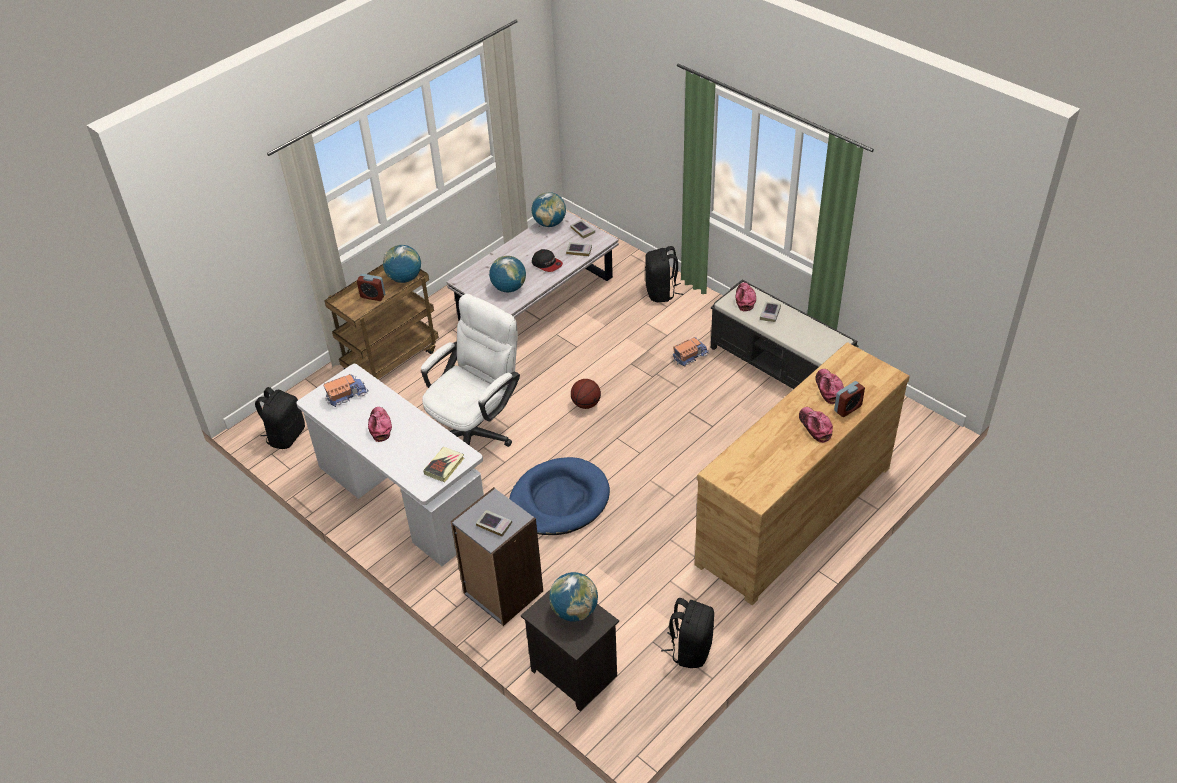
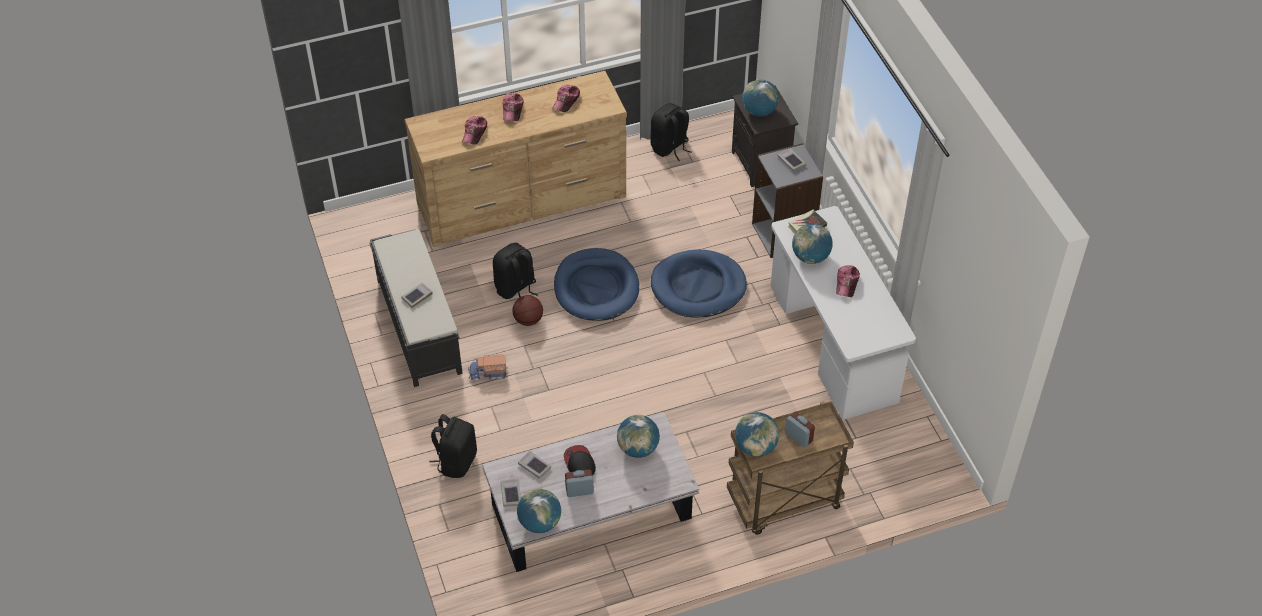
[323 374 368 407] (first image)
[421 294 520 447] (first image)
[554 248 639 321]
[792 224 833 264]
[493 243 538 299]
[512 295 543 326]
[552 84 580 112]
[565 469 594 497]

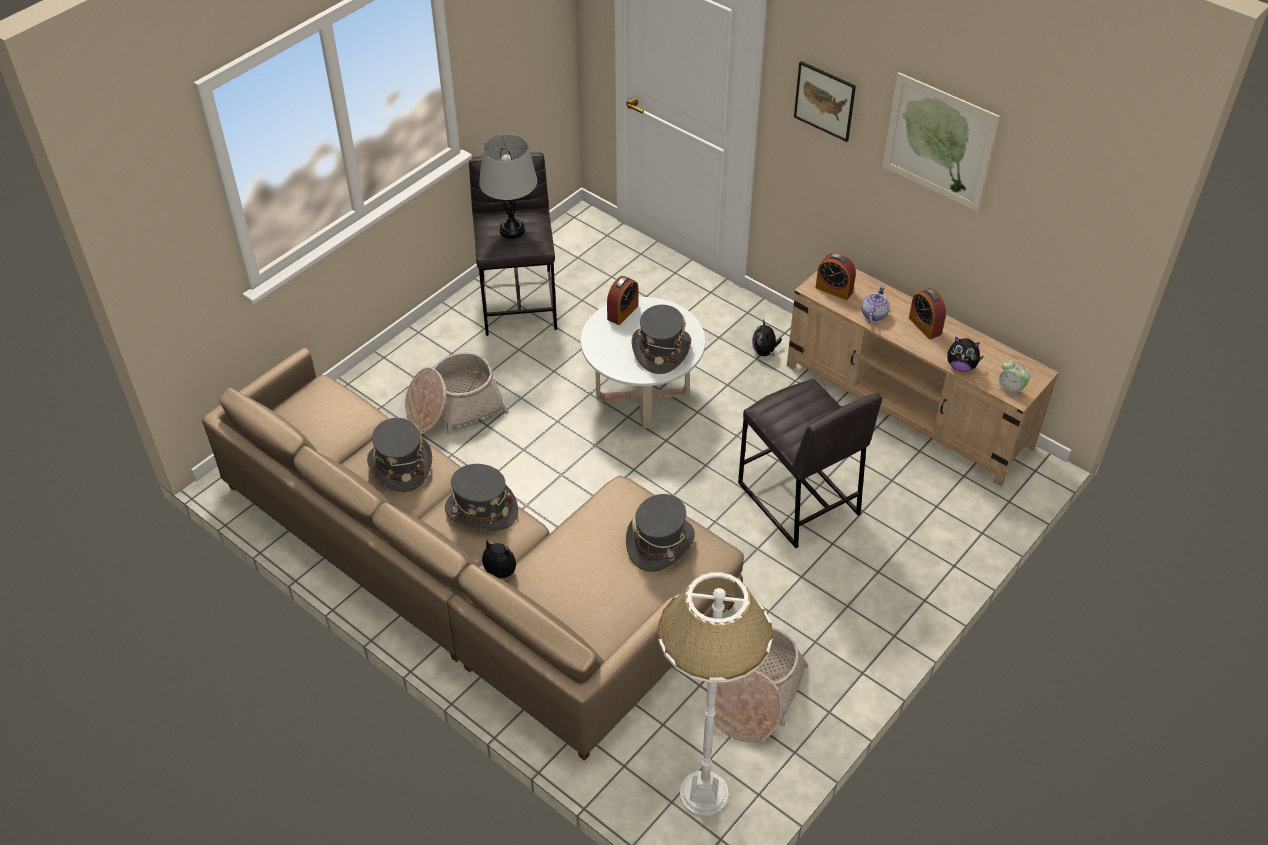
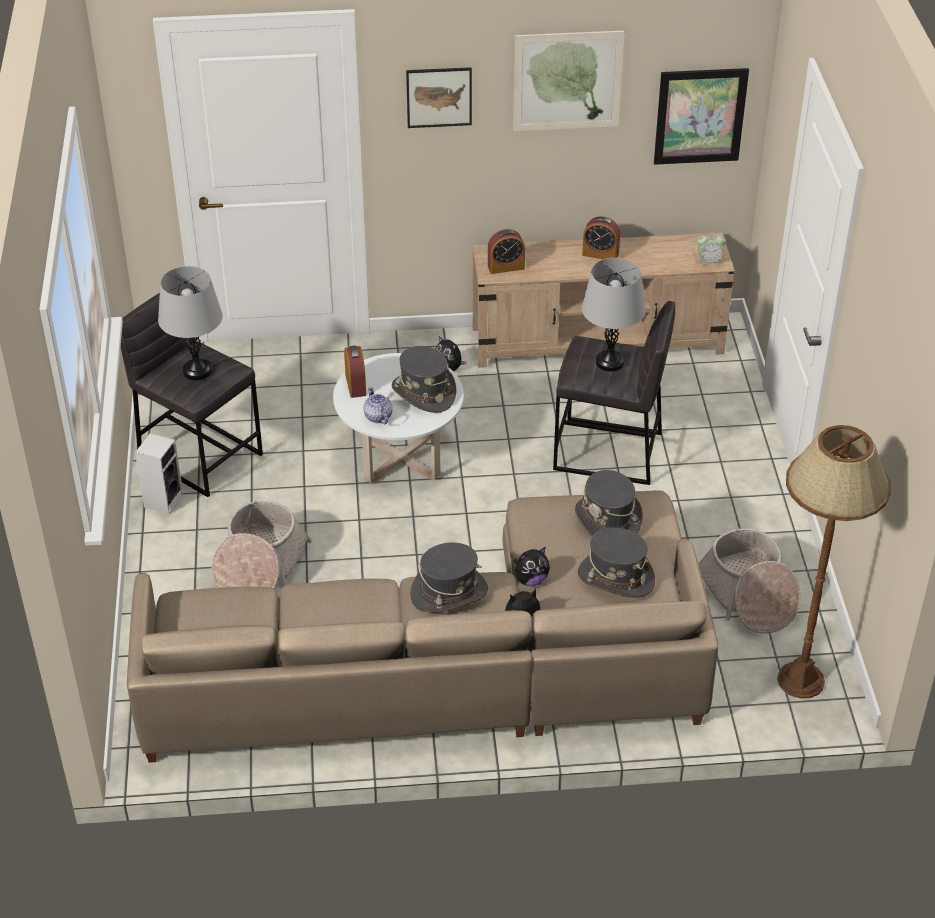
[135 433 183 514]
[582 258 646 371]
[654 68 749 165]
[578 528 655 598]
[364 387 393 424]
[513 547 550 586]
[777 425 891 699]

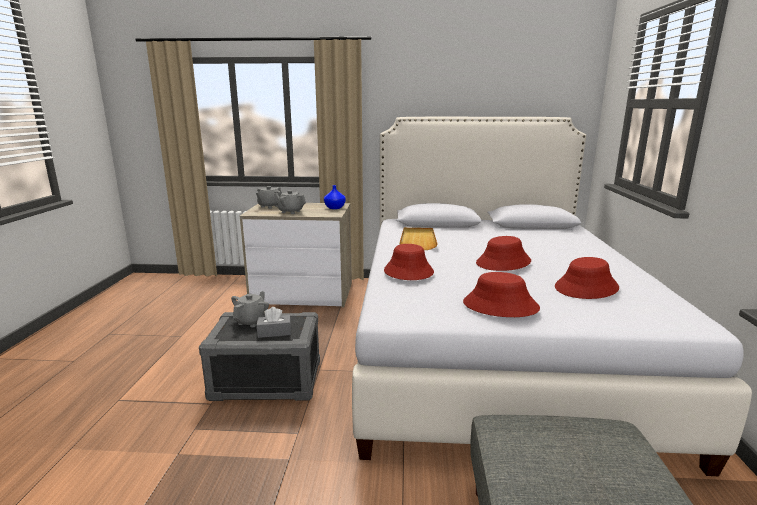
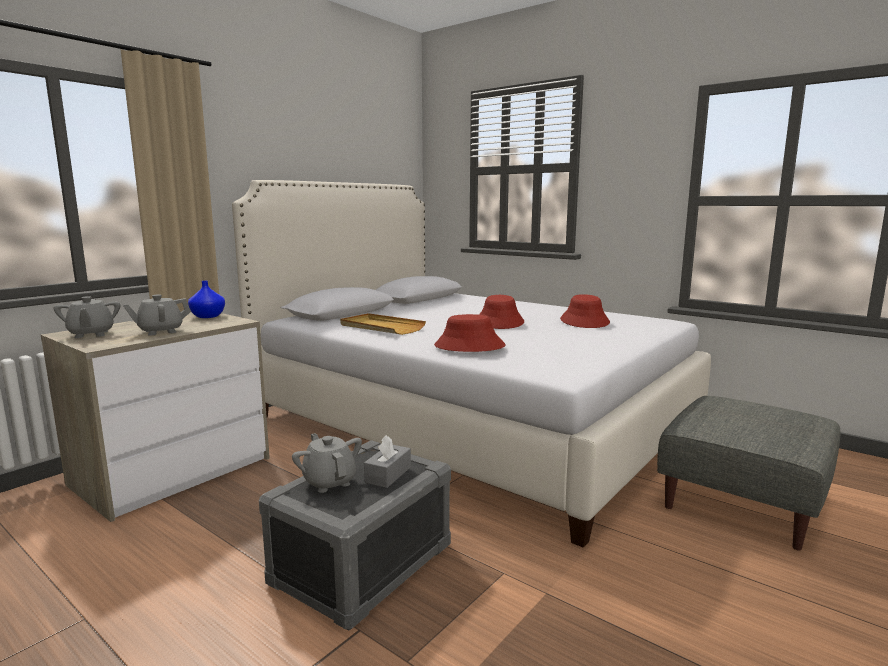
[463 272 540 317] (first image)

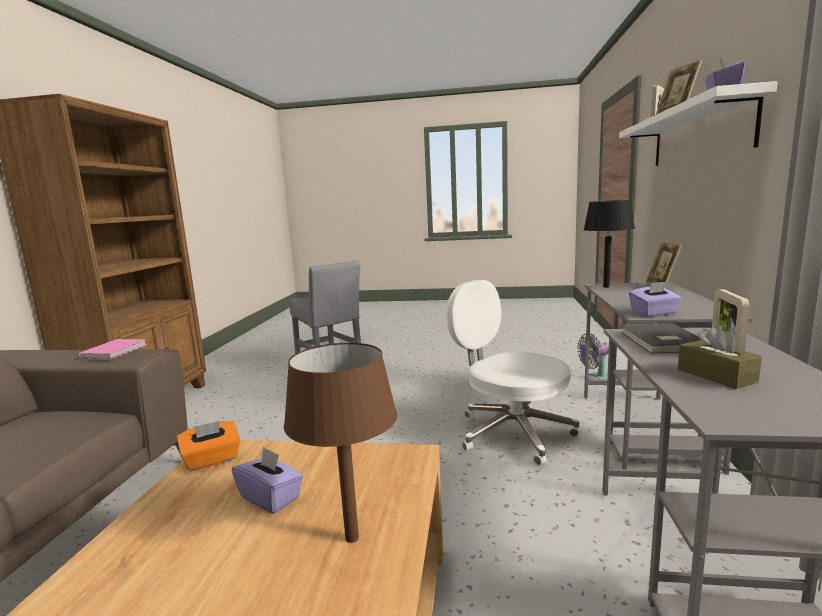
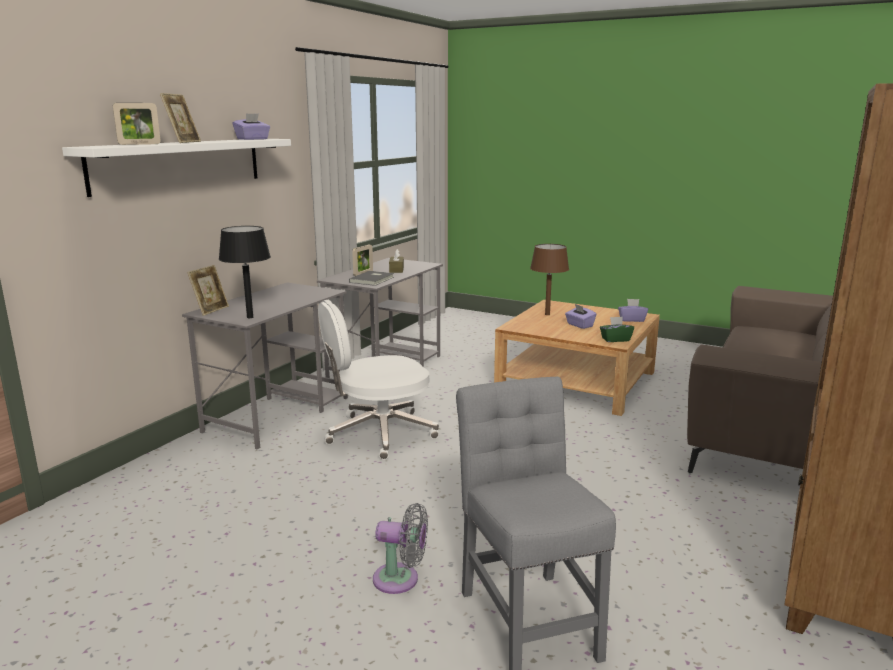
[79 339 147 360] (first image)
[373 503 428 594]
[618 299 648 322]
[600 317 634 342]
[318 300 439 459]

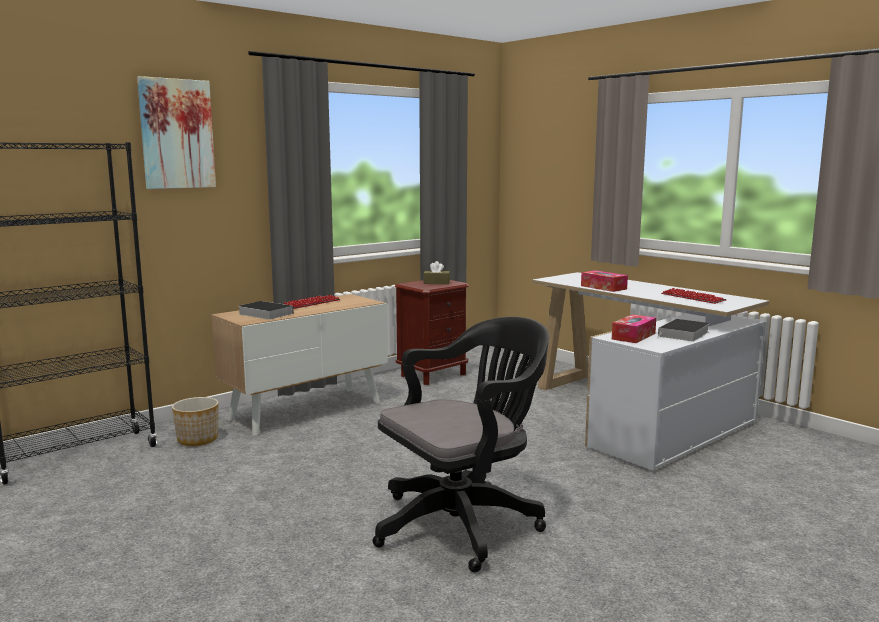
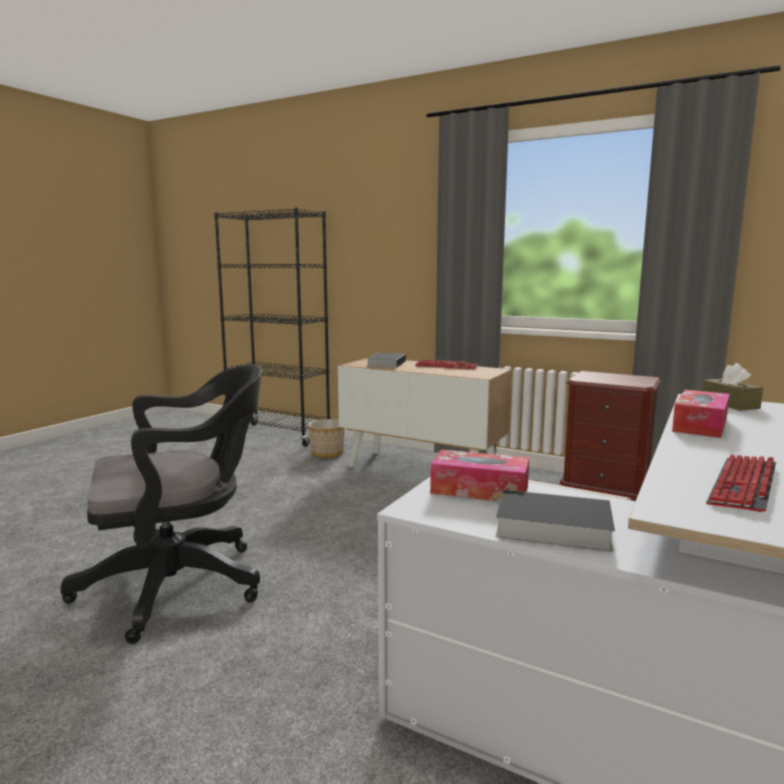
[137 76 216 189] (first image)
[702 363 763 411]
[61 364 262 644]

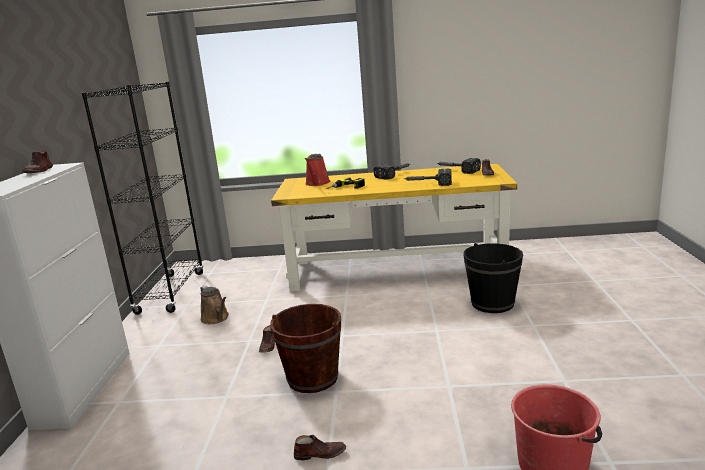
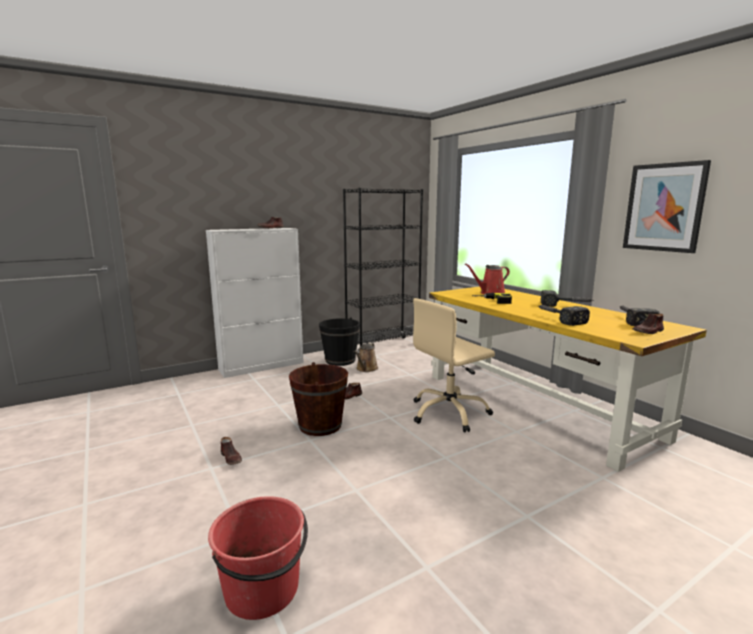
[413 298 495 432]
[623 160 711 253]
[319 317 360 366]

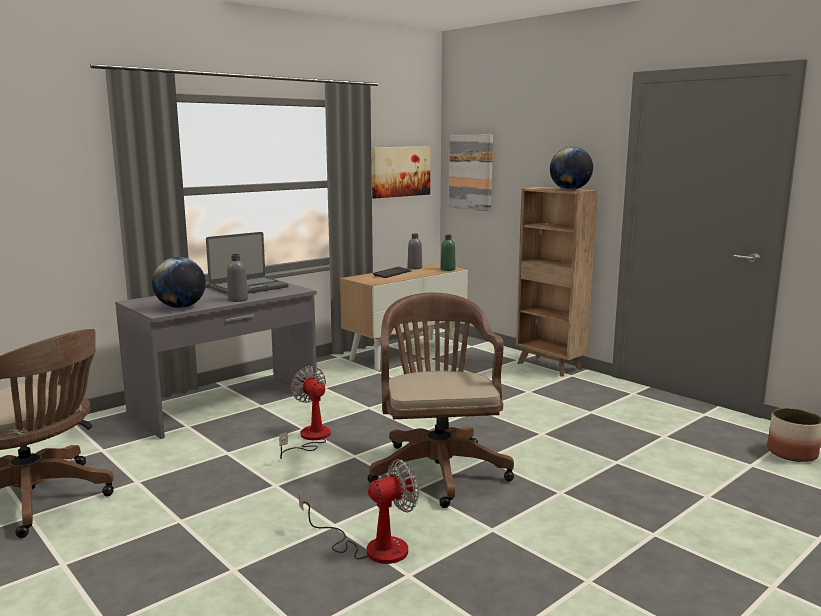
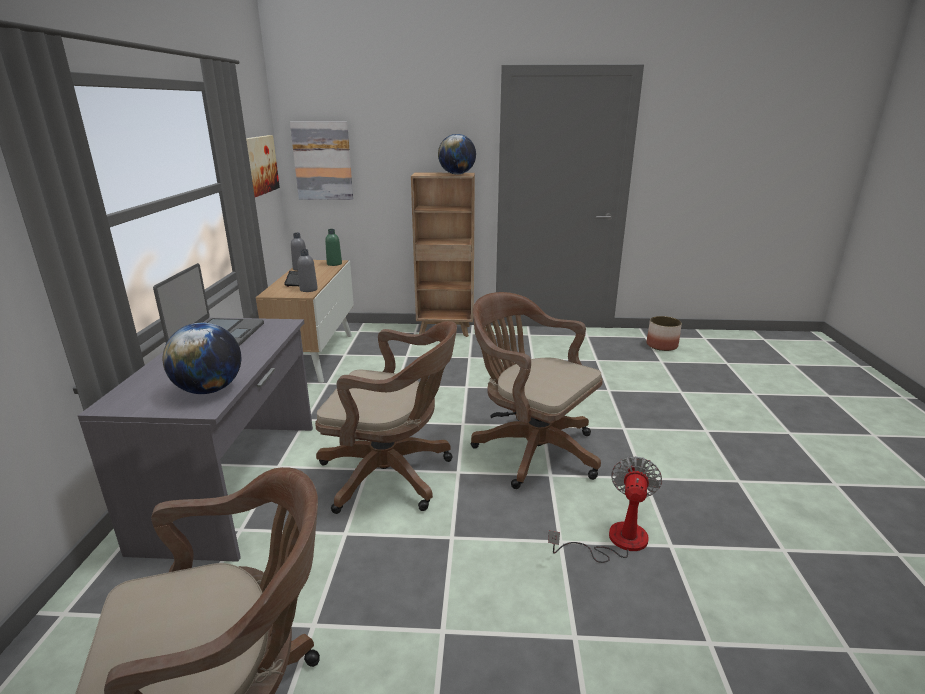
[298 249 318 292]
[315 321 457 514]

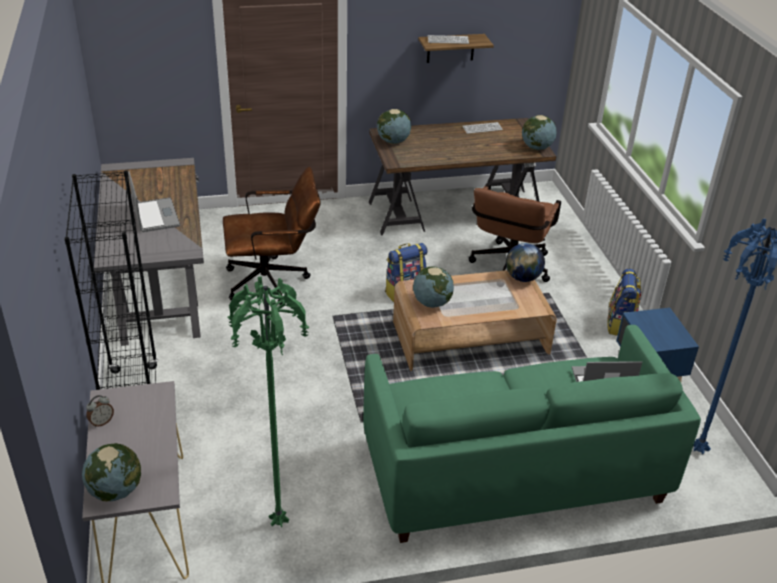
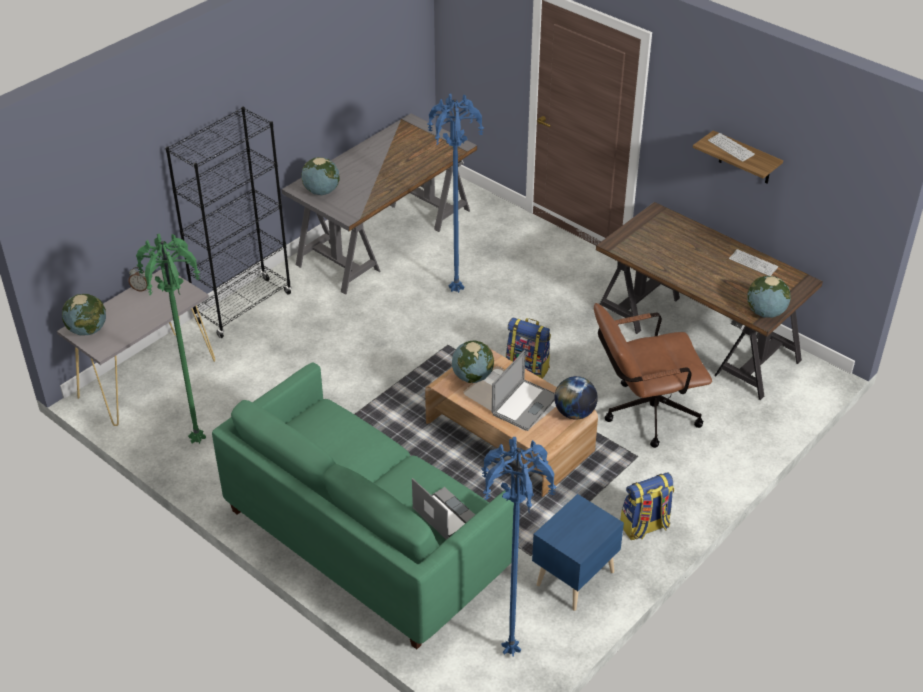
[492 350 555 431]
[301 157 340 195]
[427 94 484 293]

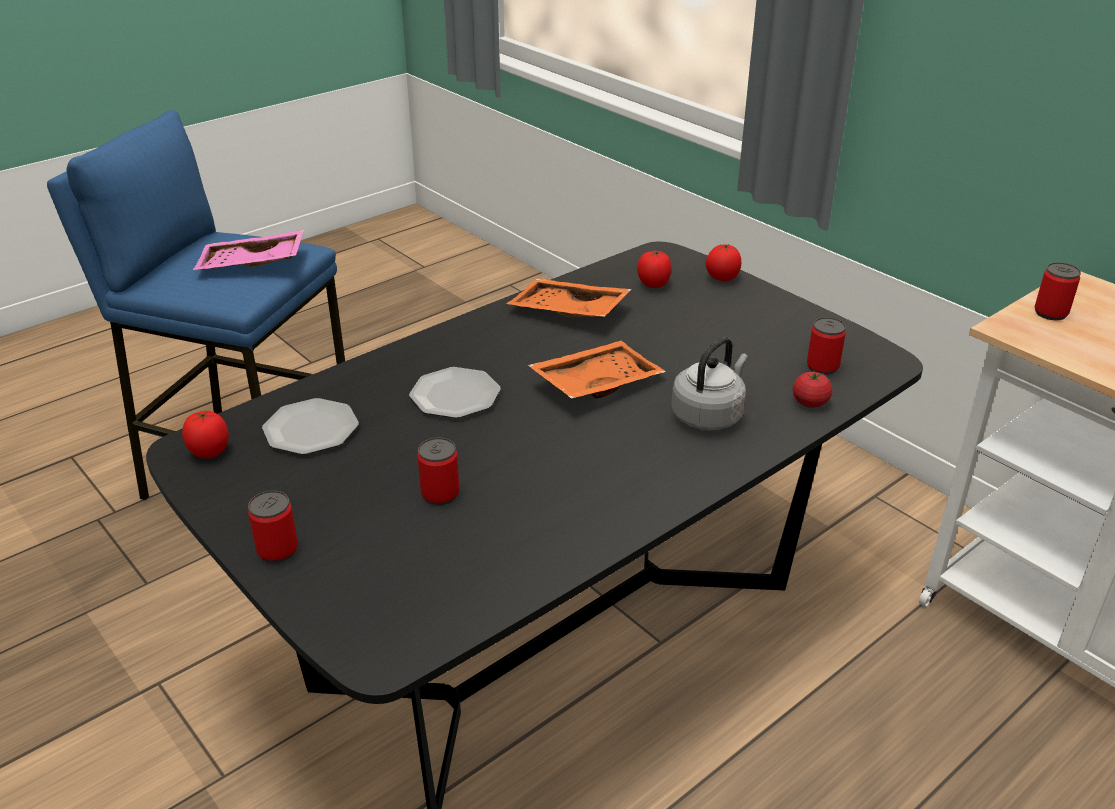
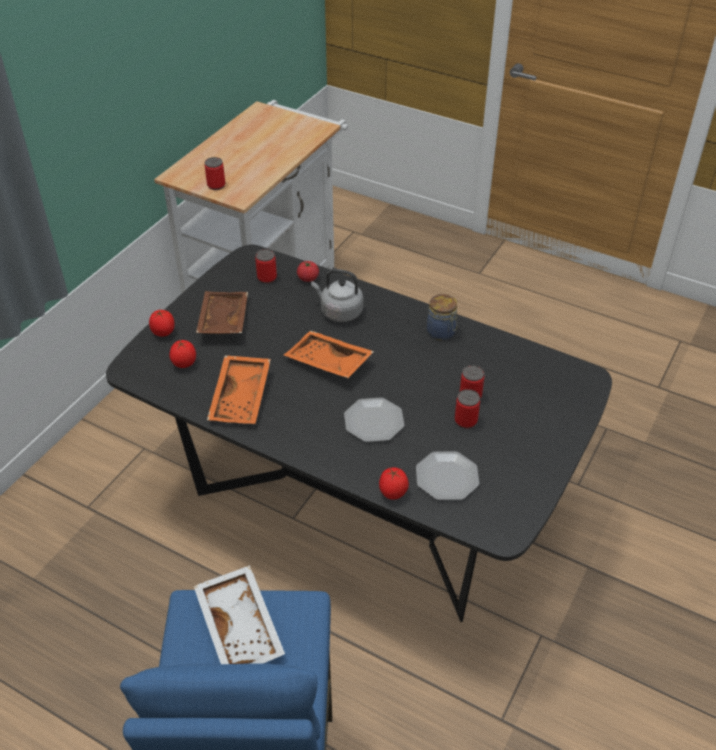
[196 291 248 334]
[427 294 457 340]
[379 467 409 499]
[455 389 480 429]
[193 565 285 664]

